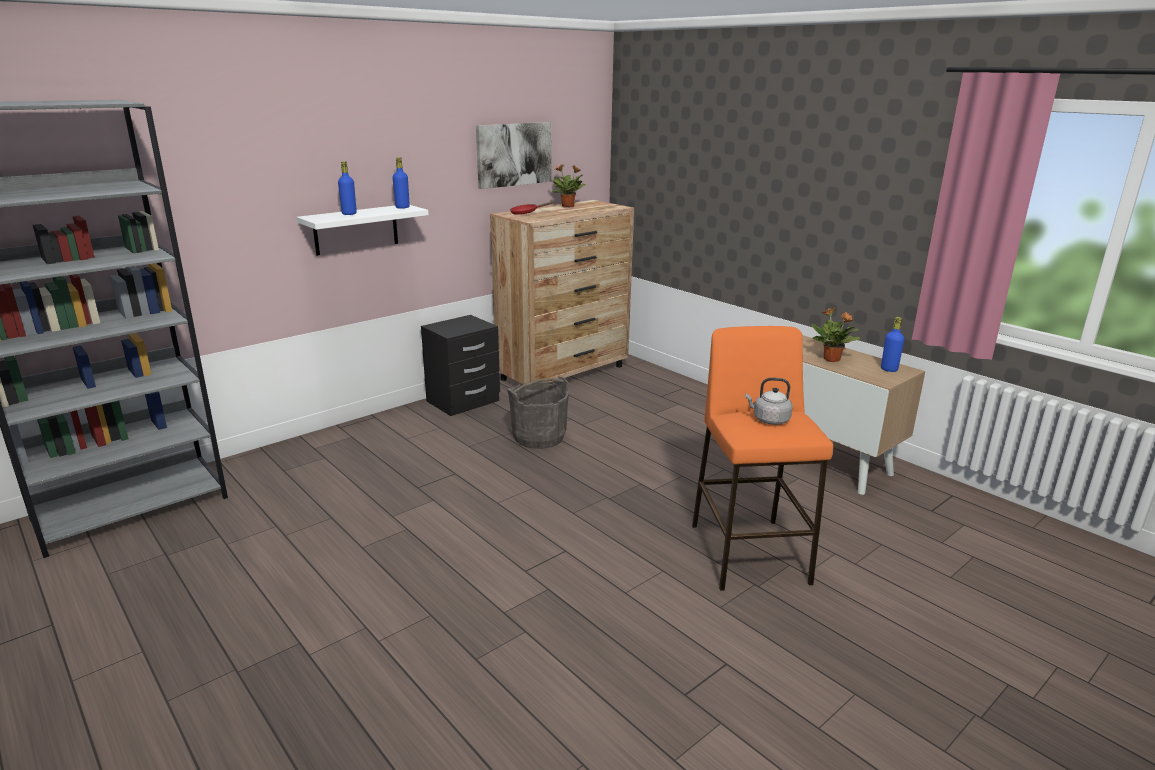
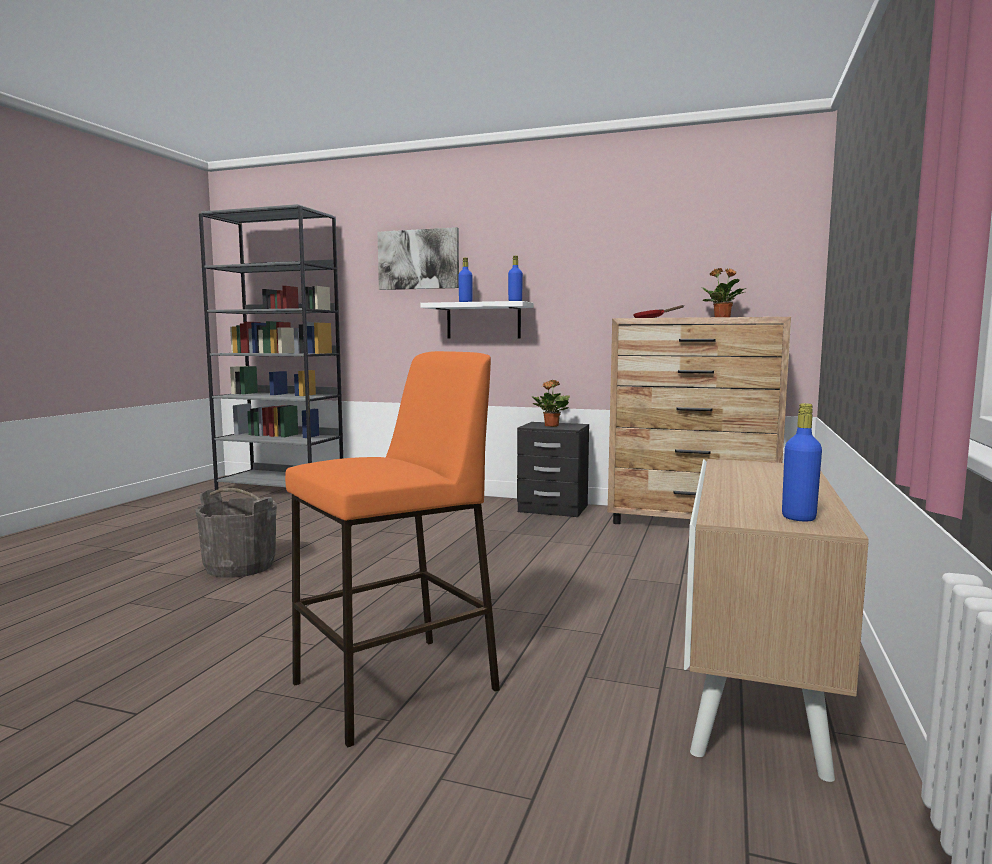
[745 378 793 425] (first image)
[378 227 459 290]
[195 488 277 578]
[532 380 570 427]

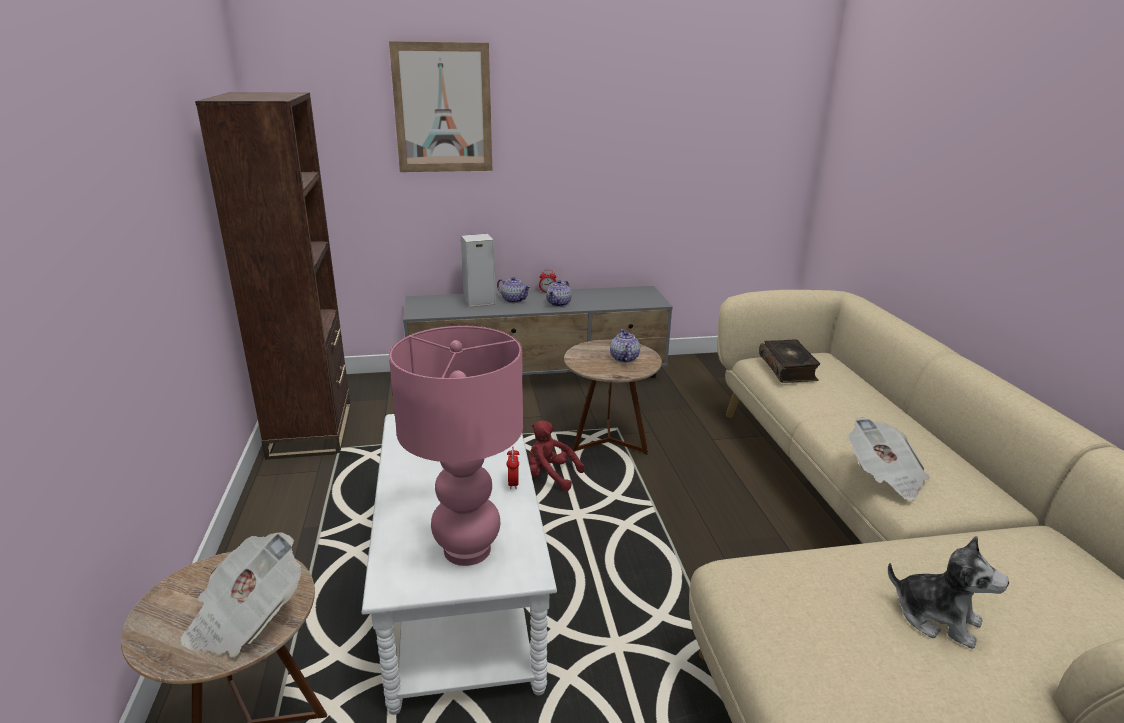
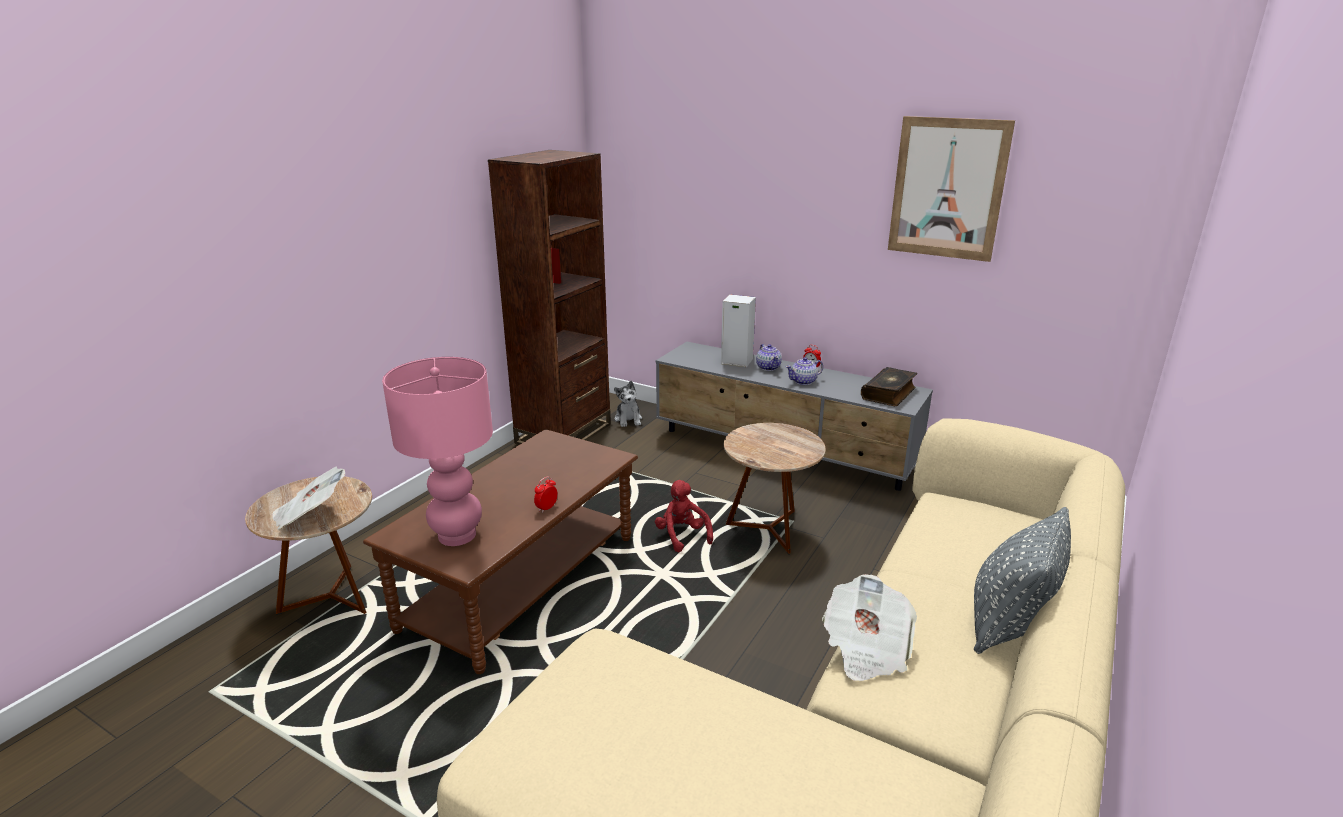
[610 329 640 363] (first image)
[974 507 1071 654]
[888 116 1015 262]
[861 367 917 406]
[614 381 642 427]
[363 430 638 674]

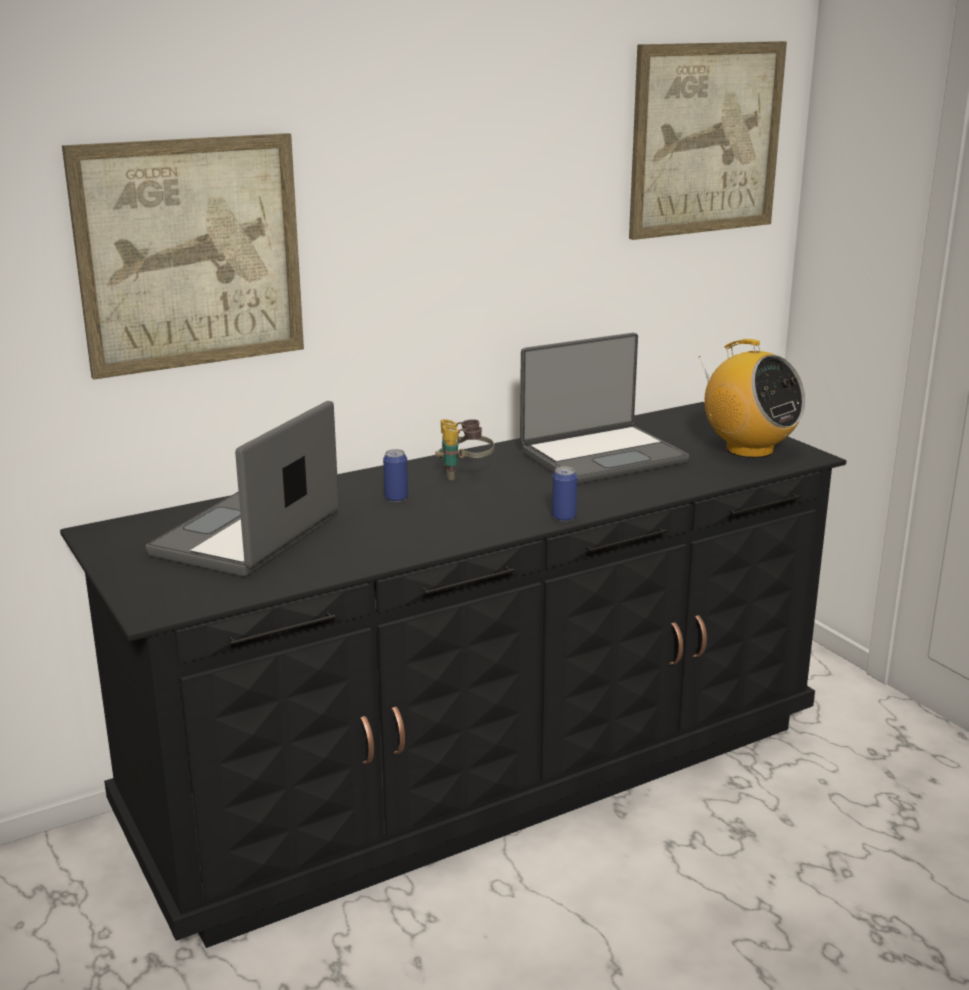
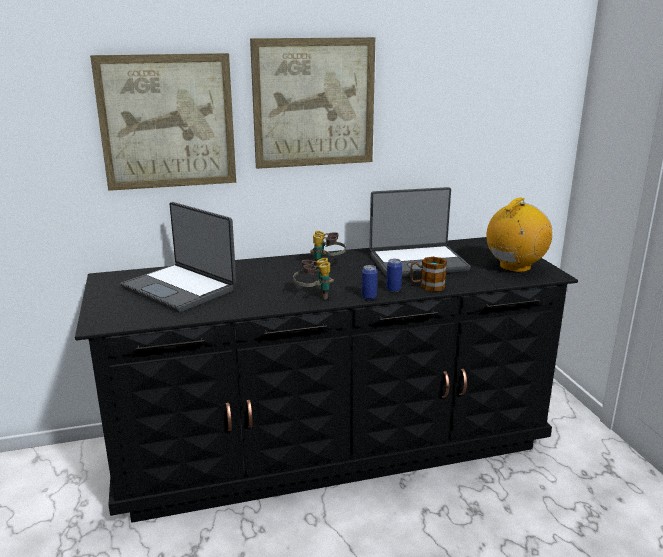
[293 258 334 300]
[410 257 447 291]
[386 259 402 292]
[250 37 375 169]
[120 202 236 313]
[486 197 552 273]

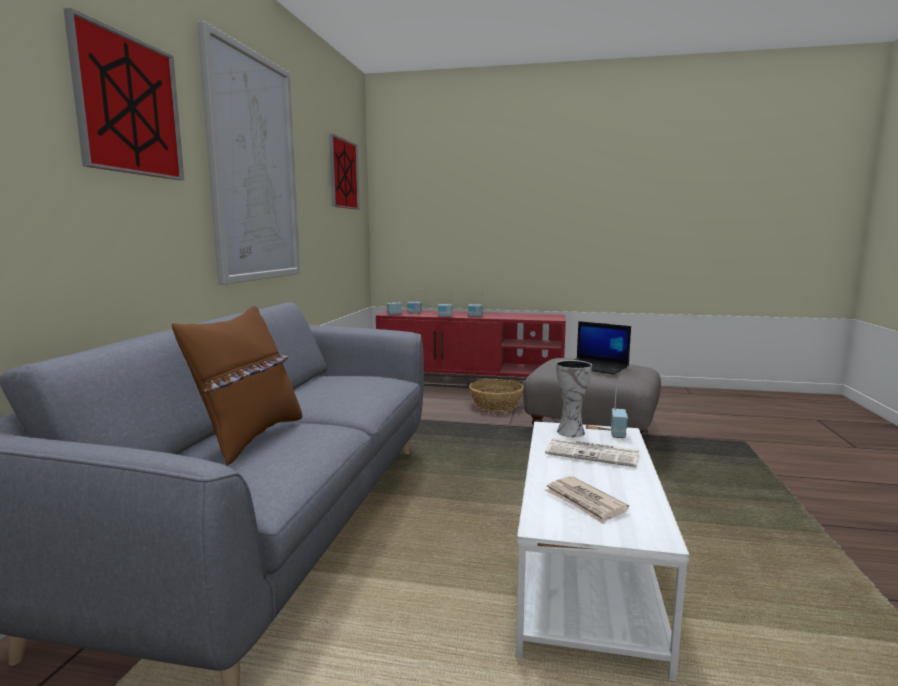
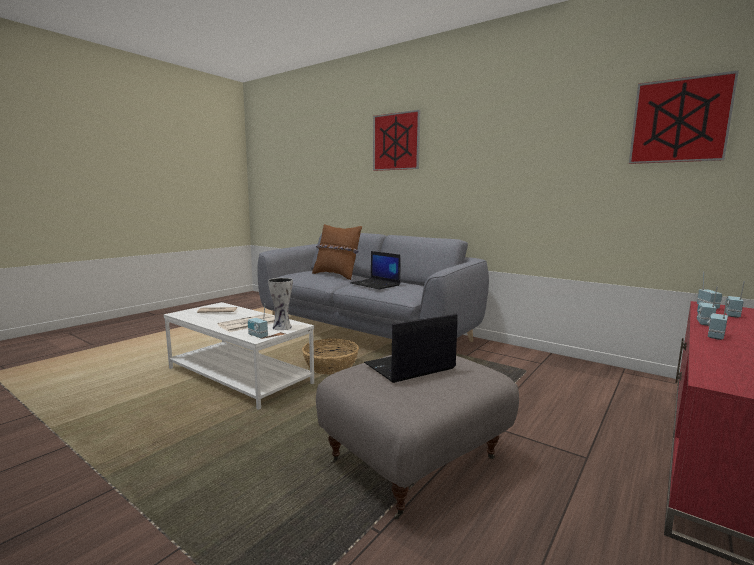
[197 21 300 285] (first image)
[350 251 401 289]
[302 338 359 374]

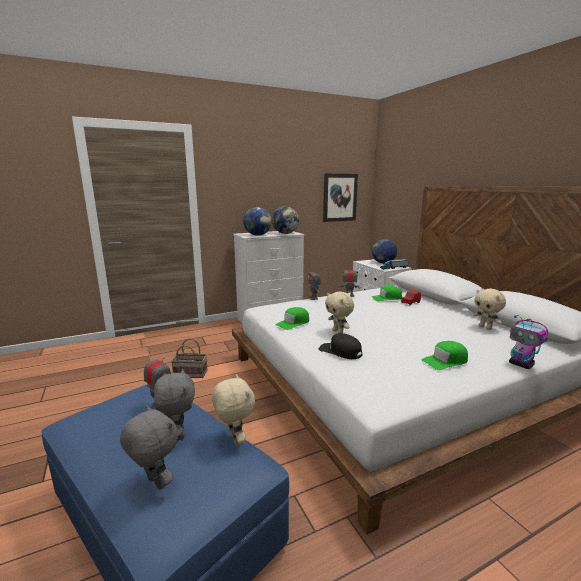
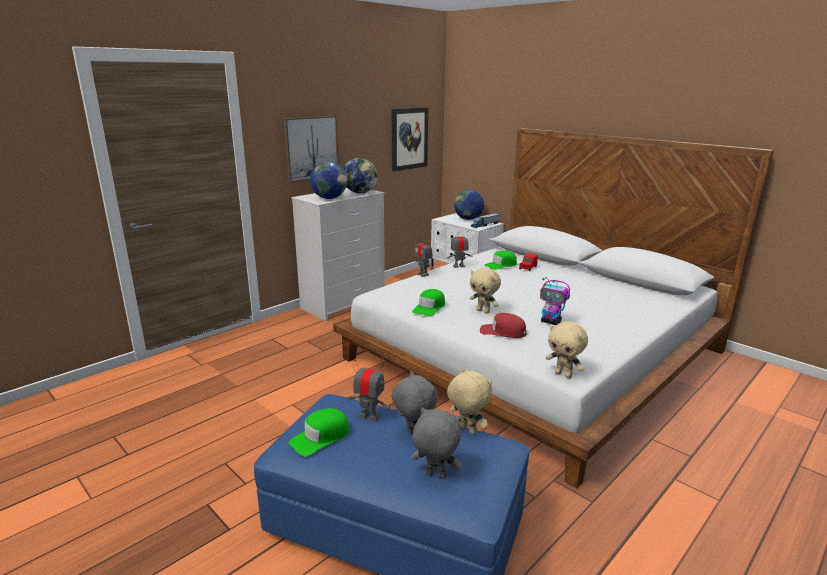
[171 338 208 378] (first image)
[283 116 339 183]
[289 408 349 456]
[546 321 588 378]
[540 277 570 325]
[480 313 527 338]

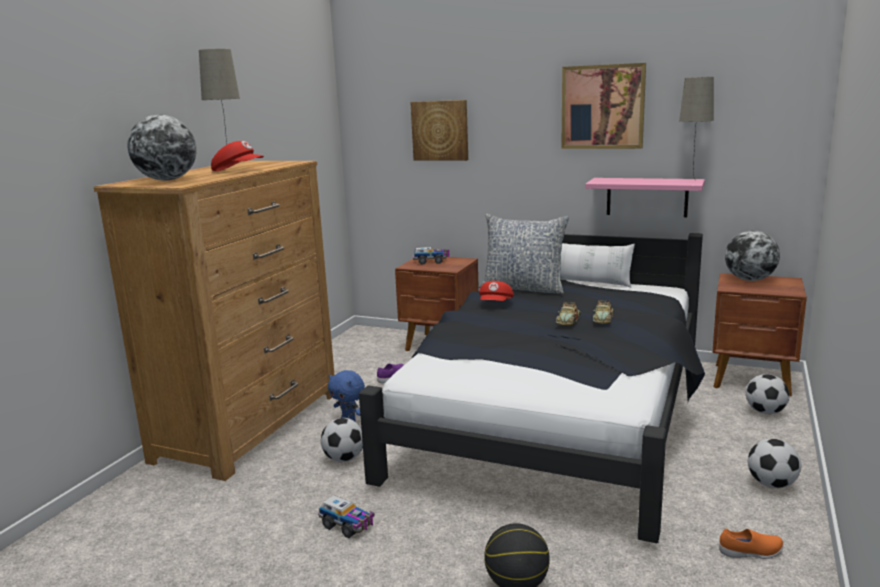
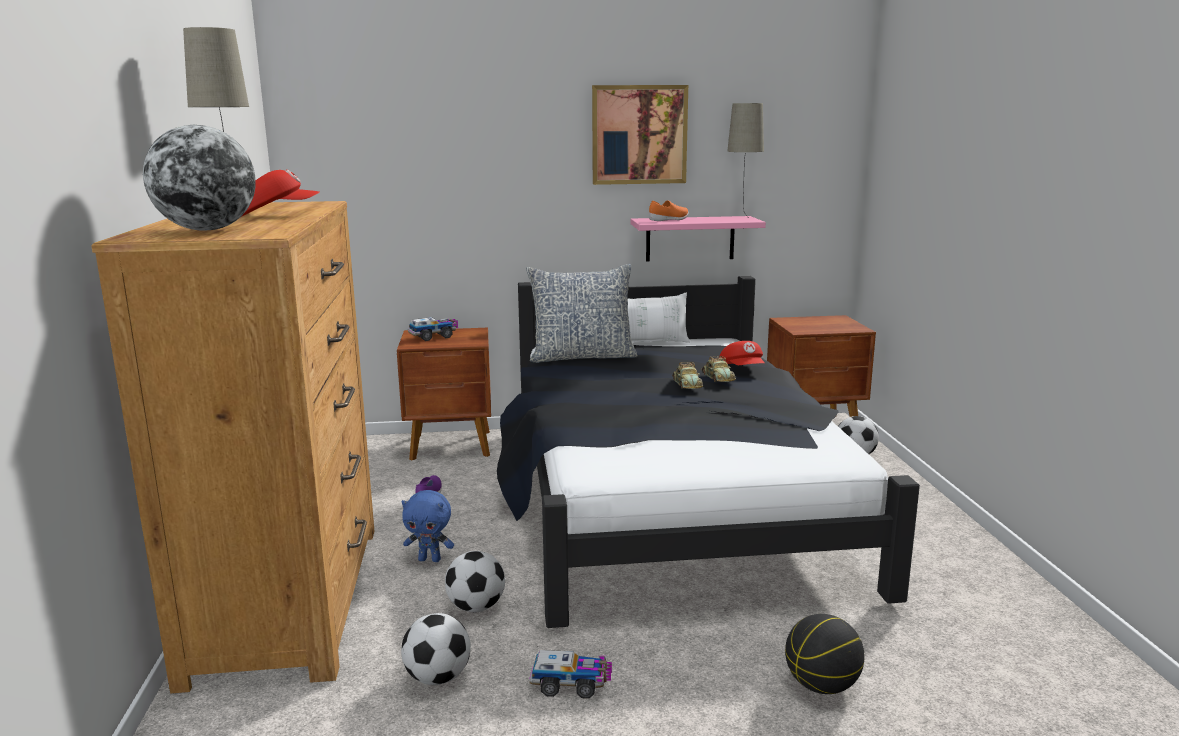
[410 100 468 161] (first image)
[725 230 780 281] (first image)
[720 341 764 365]
[649 201 689 221]
[401 613 471 685]

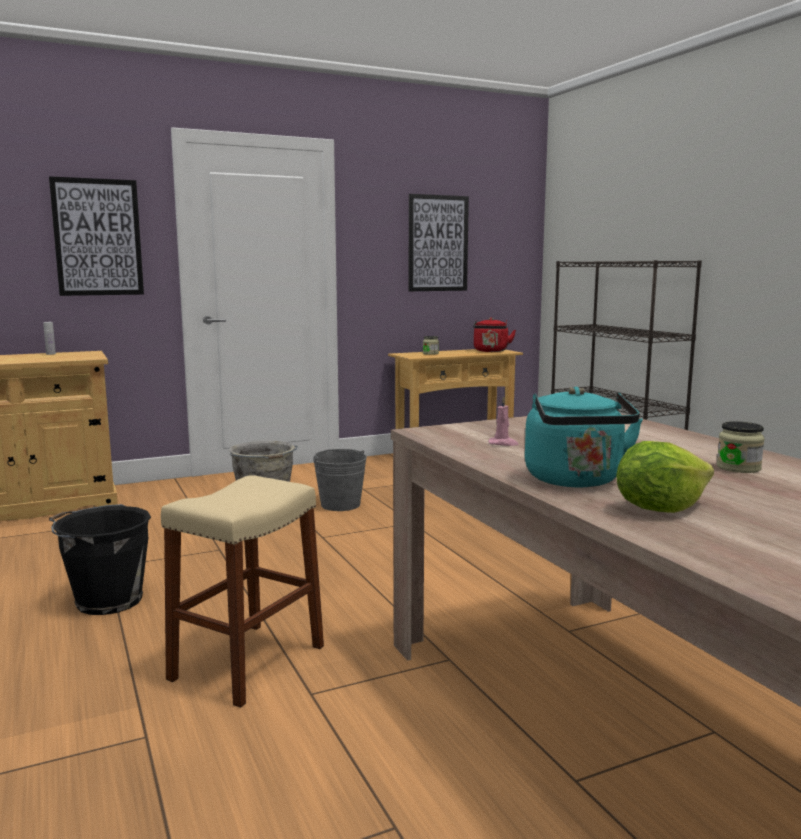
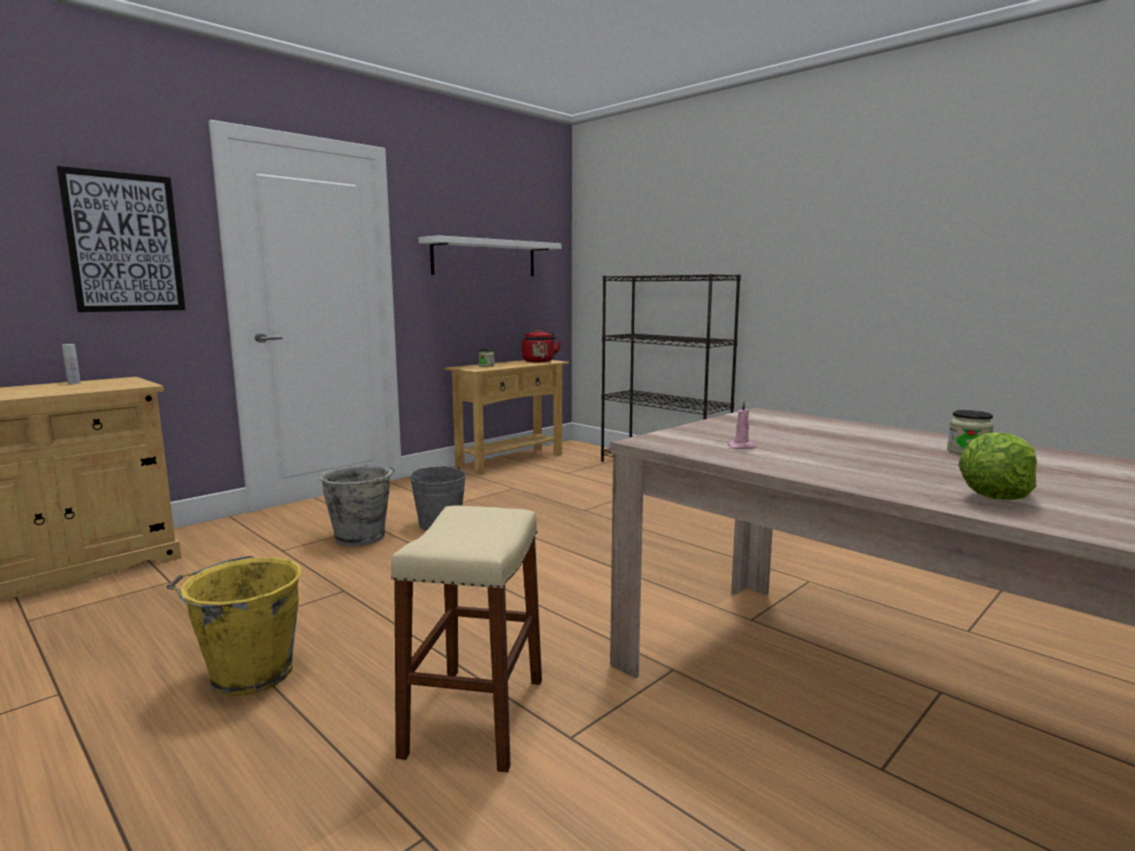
[525 387 643 488] (first image)
[418 235 562 276]
[167 556 302 696]

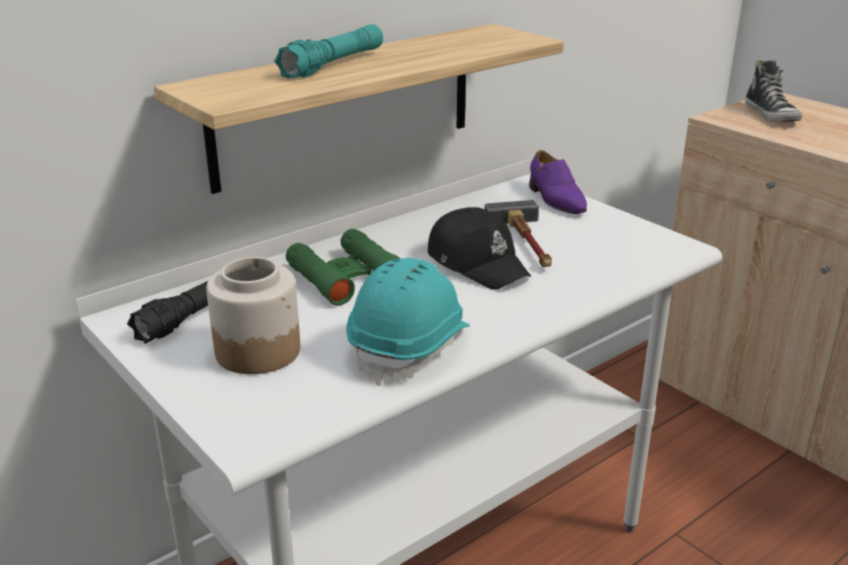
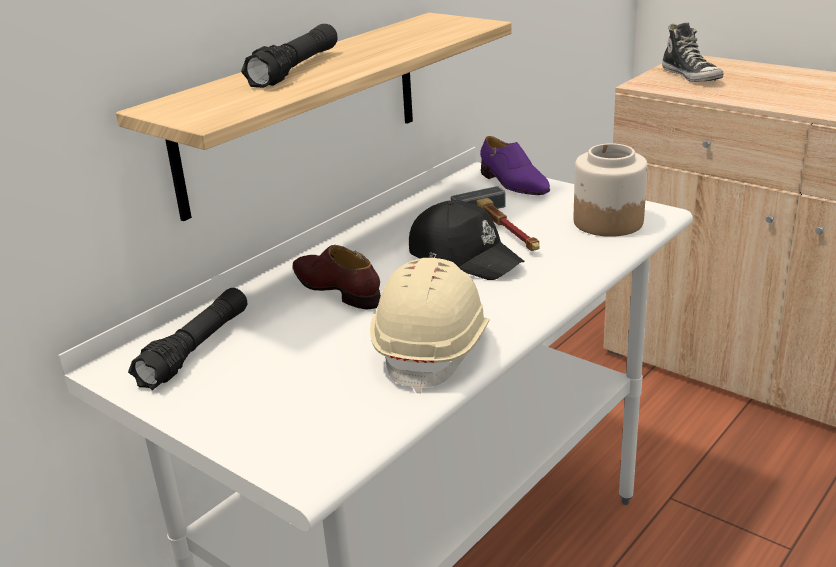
[574 143 648 237]
[293 245 381 309]
[241 24 338 88]
[370 258 490 393]

